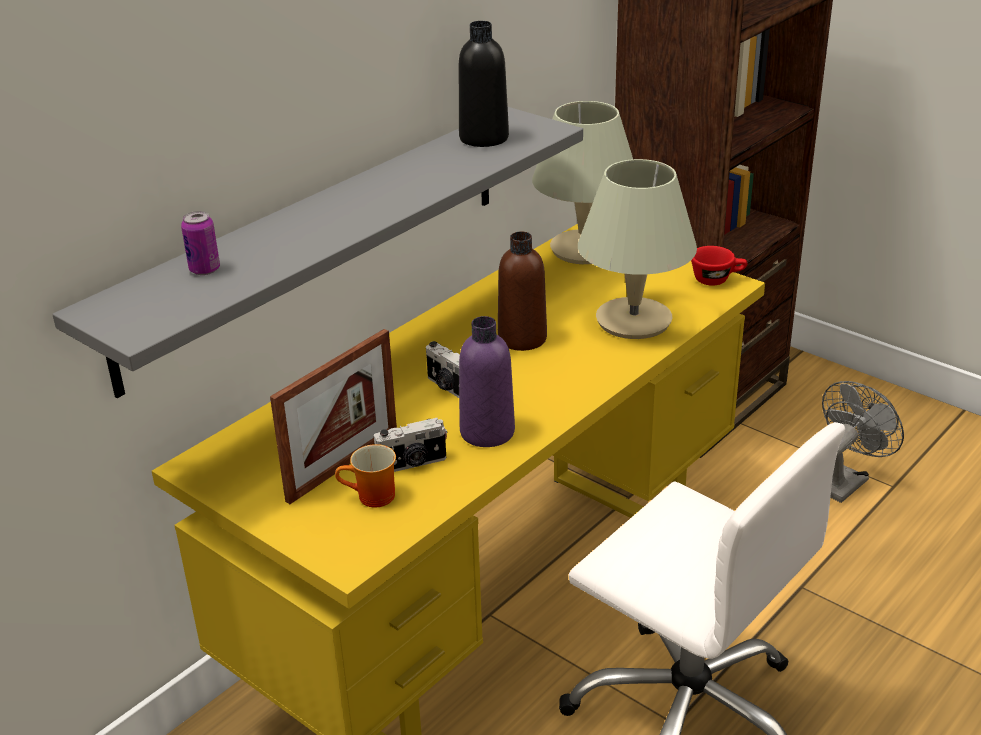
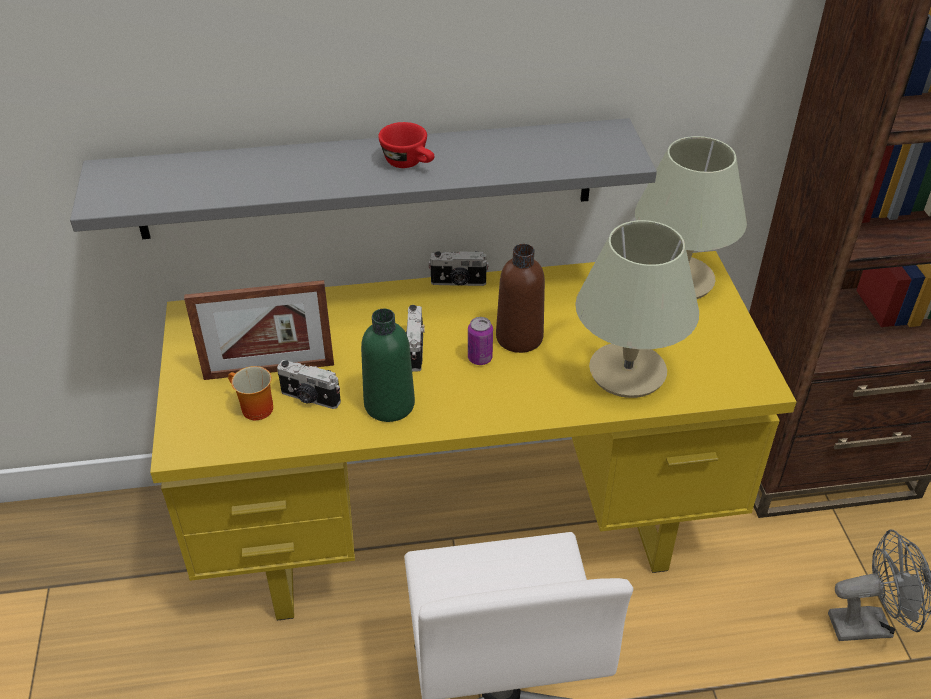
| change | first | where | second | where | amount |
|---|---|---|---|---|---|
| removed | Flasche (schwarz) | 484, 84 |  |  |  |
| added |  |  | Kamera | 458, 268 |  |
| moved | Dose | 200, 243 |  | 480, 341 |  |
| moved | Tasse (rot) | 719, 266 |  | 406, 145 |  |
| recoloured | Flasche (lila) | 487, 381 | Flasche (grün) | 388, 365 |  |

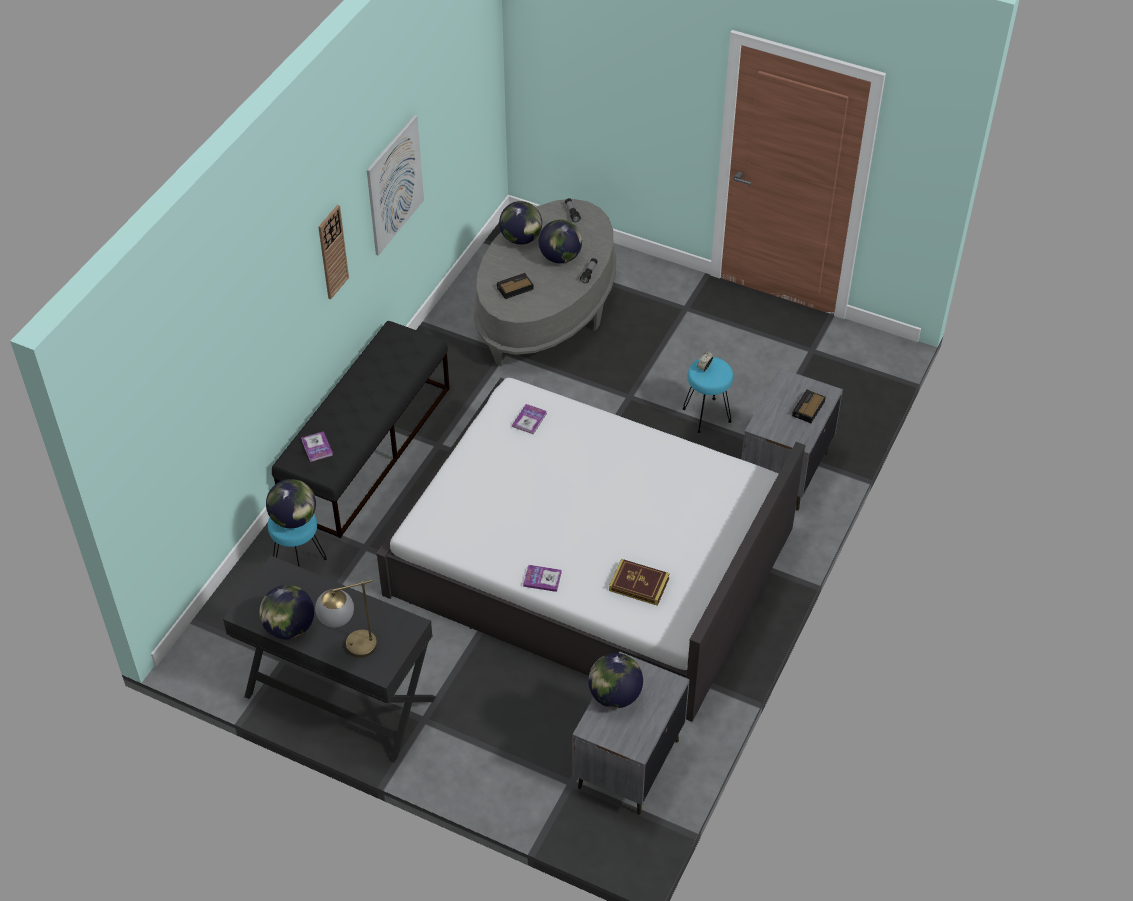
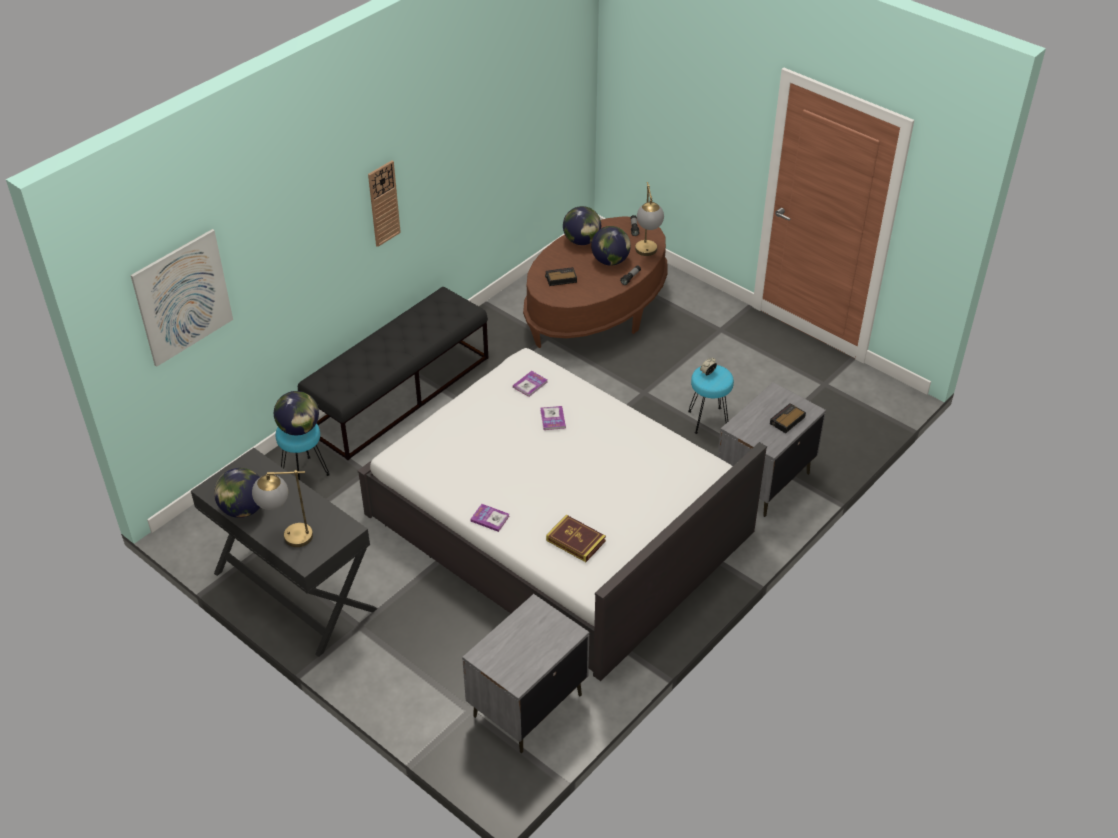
| change | first | where | second | where | amount |
|---|---|---|---|---|---|
| removed | Globus | 615, 680 |  |  |  |
| added |  |  | Tischlampe | 649, 219 |  |
| moved | Buch | 317, 446 |  | 553, 418 |  |
| moved | Bild | 395, 185 |  | 182, 298 |  |
| recoloured | Couchtisch (grau) | 545, 282 | Couchtisch (braun) | 595, 282 |  |

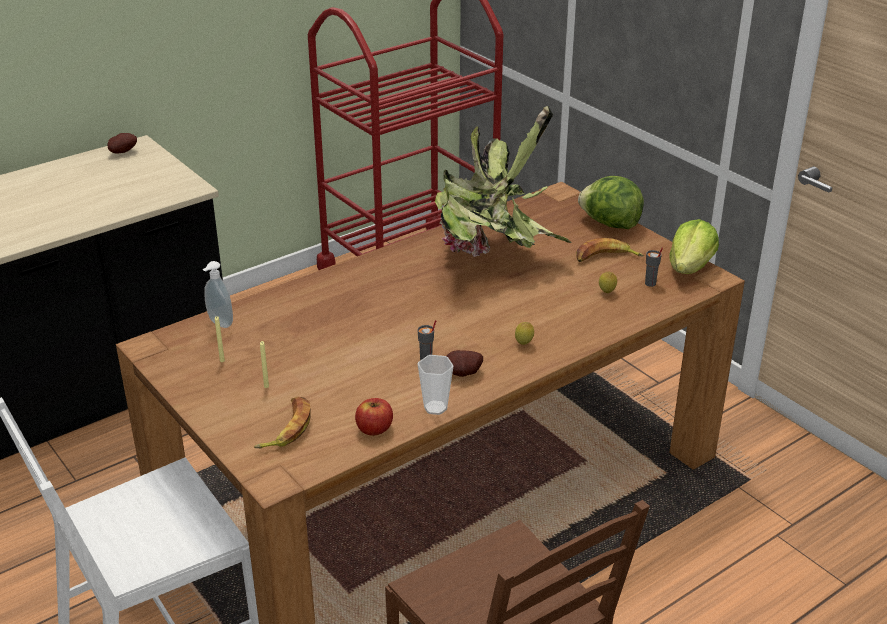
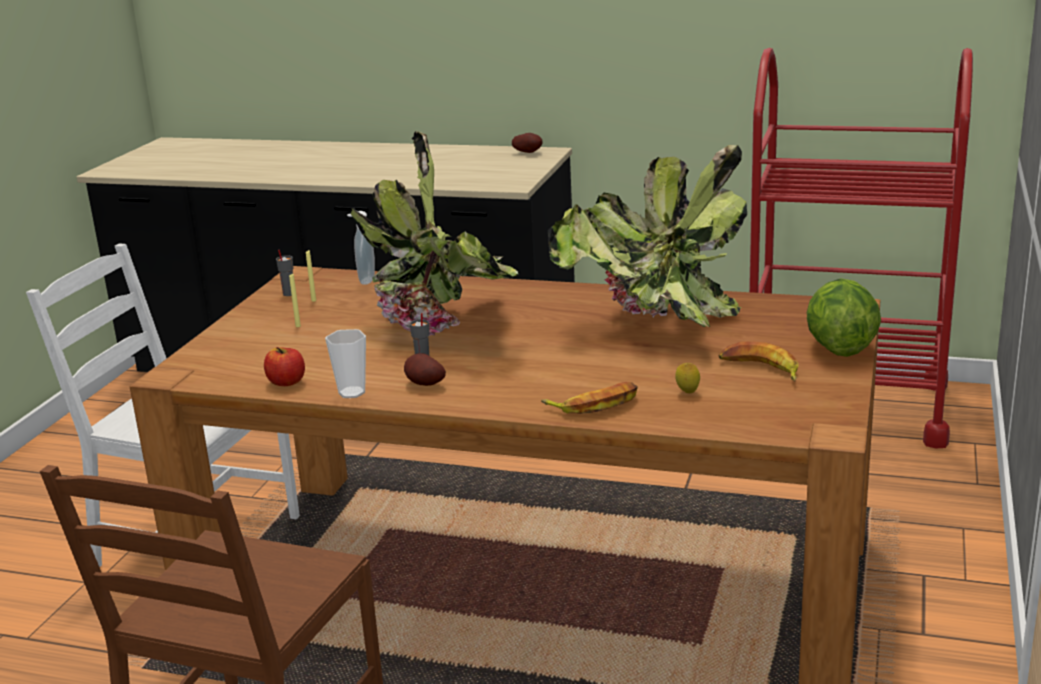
| change | first | where | second | where | amount |
|---|---|---|---|---|---|
| removed | Zitrone | 524, 333 |  |  |  |
| removed | Salatkopf | 694, 246 |  |  |  |
| added |  |  | Topfpflanze | 435, 233 |  |
| moved | Banane | 282, 422 |  | 589, 398 |  |
| moved | Tasse (grau) | 654, 267 |  | 285, 273 |  |

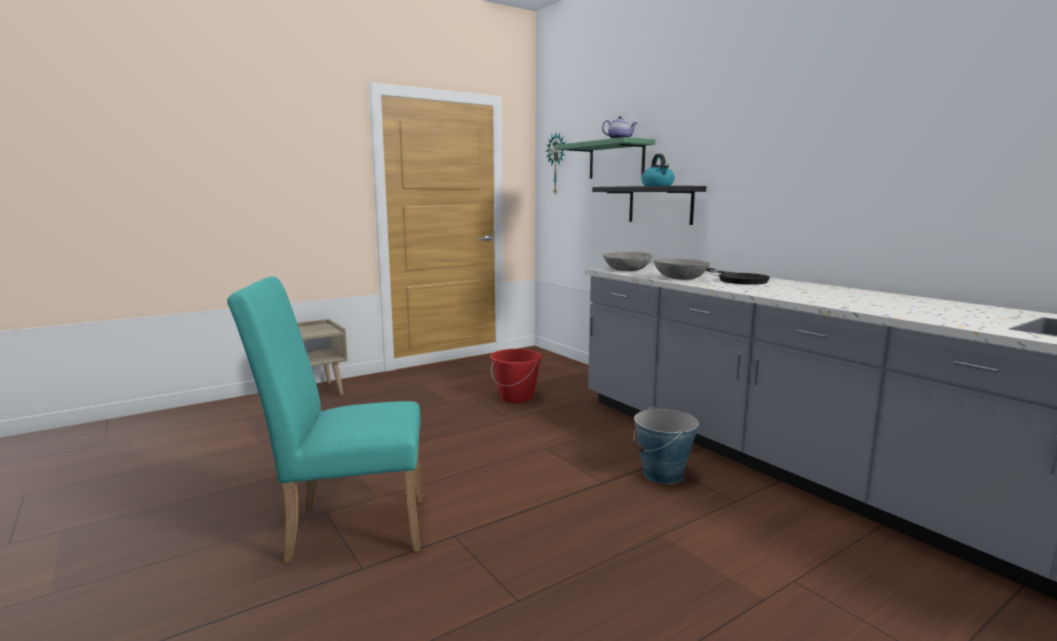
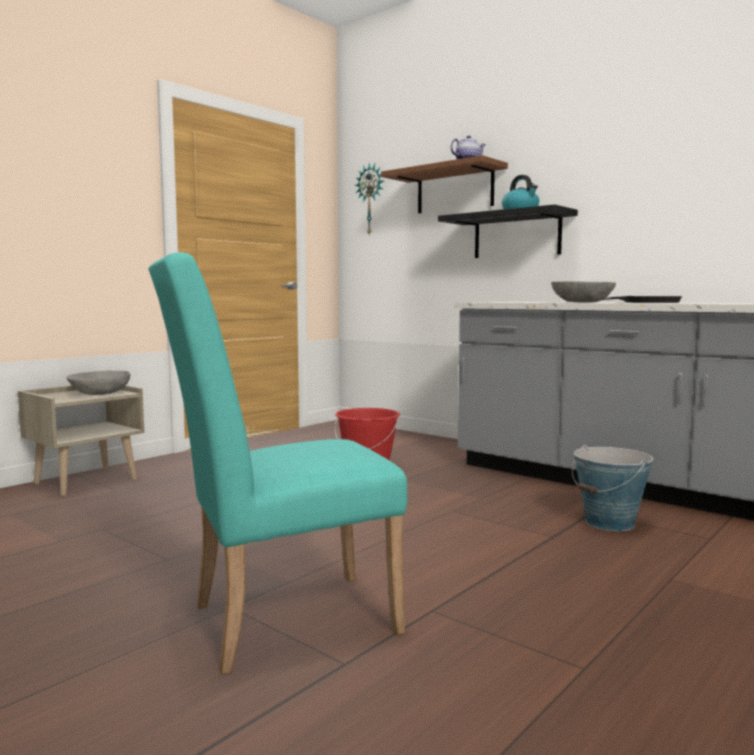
| change | first | where | second | where | amount |
|---|---|---|---|---|---|
| moved | Schüssel (grau) | 627, 261 |  | 98, 383 |  |
| recoloured | Wandregal (grün) | 604, 158 | Wandregal (braun) | 444, 184 |  |

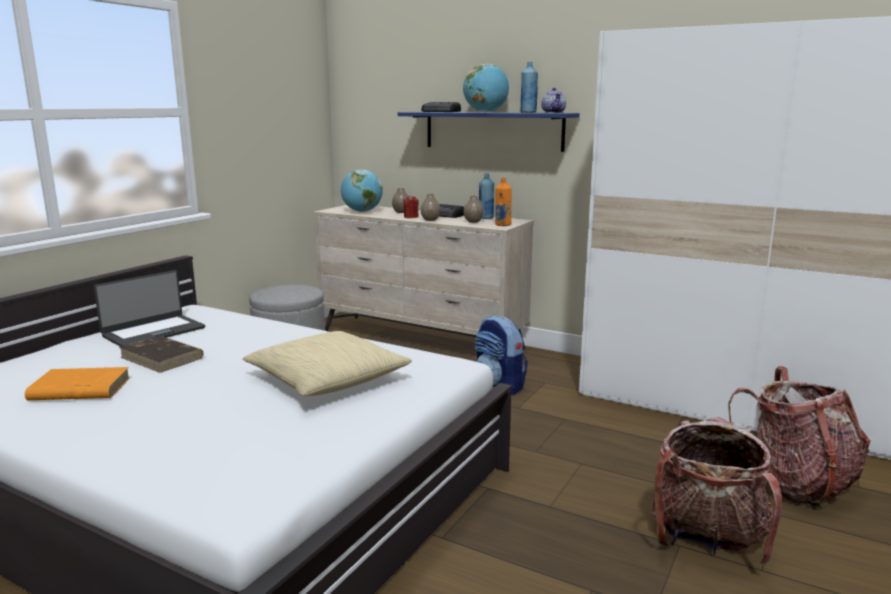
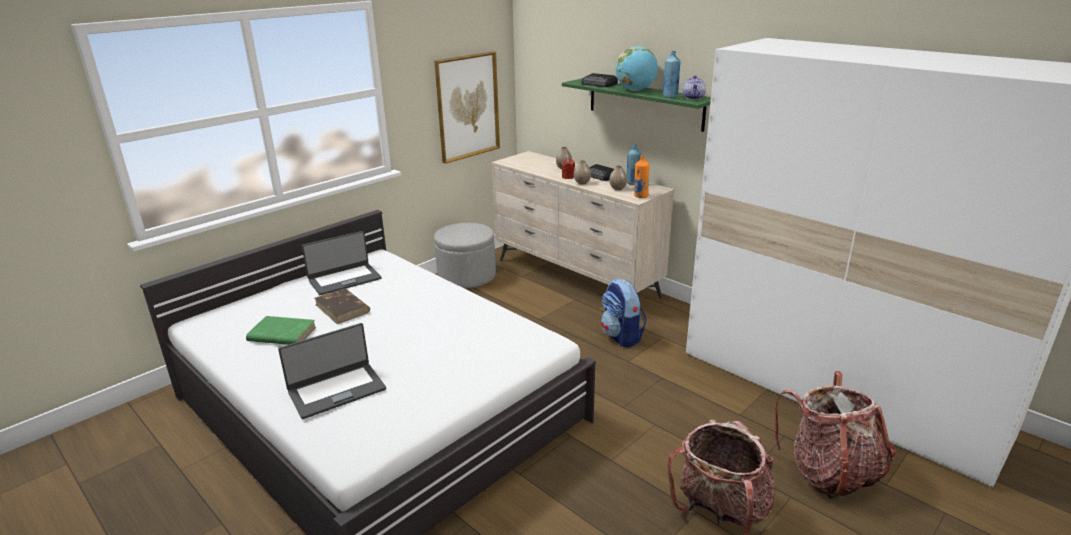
| change | first | where | second | where | amount |
|---|---|---|---|---|---|
| removed | Kissen (beige) | 327, 363 |  |  |  |
| removed | Globus | 362, 191 |  |  |  |
| added |  |  | Laptop | 332, 371 |  |
| added |  |  | Bild | 467, 107 |  |
| recoloured | Buch (orange) | 77, 383 | Buch (grün) | 281, 330 |  |
| recoloured | Wandregal (blau) | 489, 132 | Wandregal (grün) | 636, 105 |  |

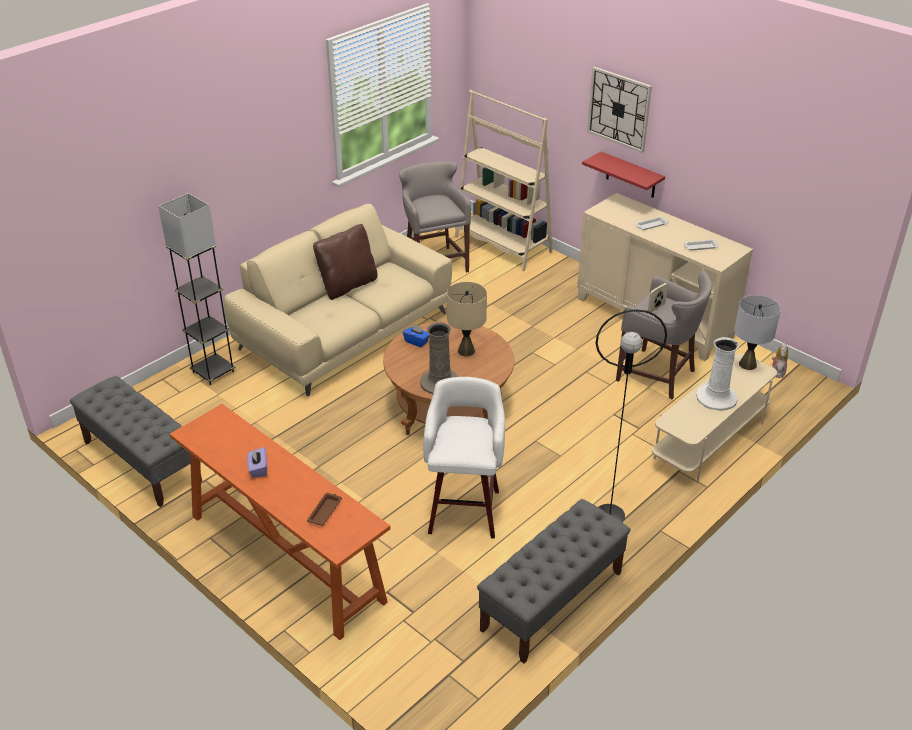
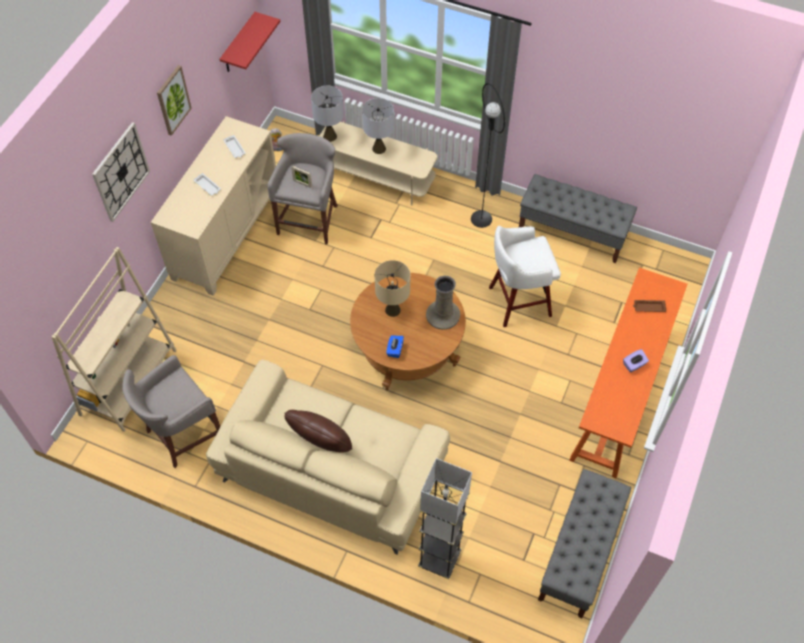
| change | first | where | second | where | amount |
|---|---|---|---|---|---|
| added |  |  | Bild | 174, 100 |  |
| moved | Wandregal (rot) | 623, 175 |  | 250, 42 |  |
| replaced | Vase (weiß) | 717, 374 | Tischlampe (grau) | 378, 126 |  |

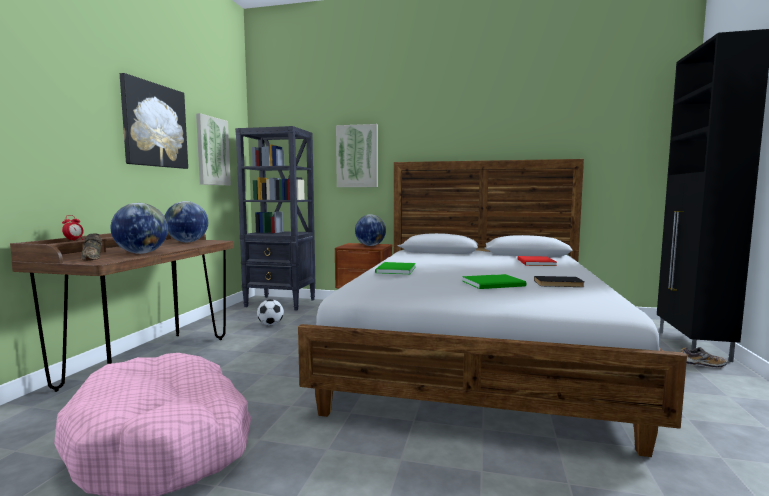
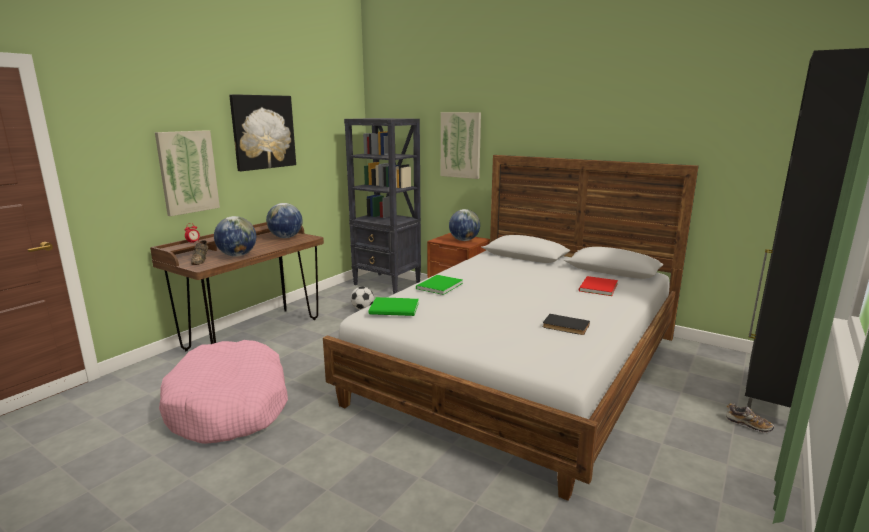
| change | first | where | second | where | amount |
|---|---|---|---|---|---|
| moved | Bild | 213, 149 |  | 187, 173 |  |
| moved | Buch (grün) | 494, 281 |  | 394, 306 |  |

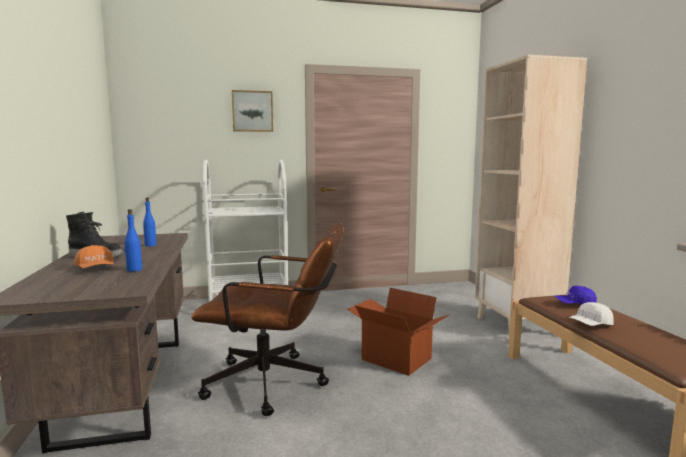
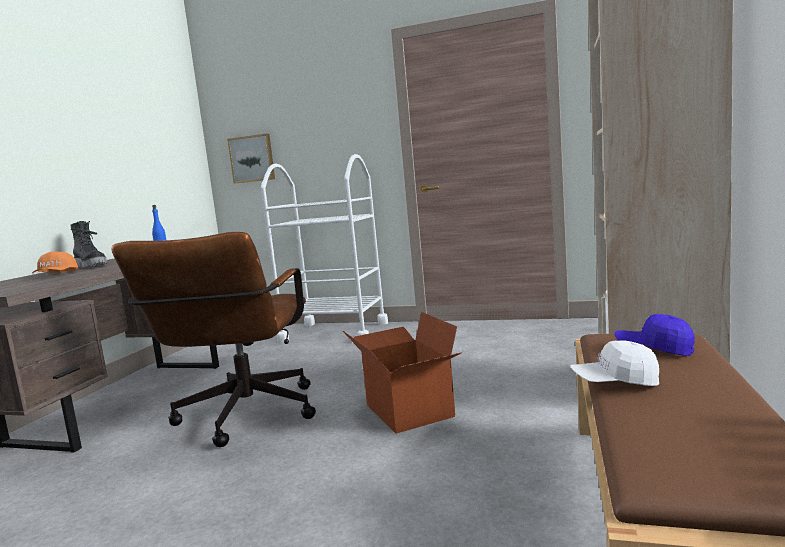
| change | first | where | second | where | amount |
|---|---|---|---|---|---|
| removed | Flasche (blau) | 133, 240 |  |  |  |
| moved | Bild | 252, 111 |  | 251, 158 |  |
| turned | Bürostuhl (braun) | 267, 319 |  | 213, 339 | 60 degrees clockwise |

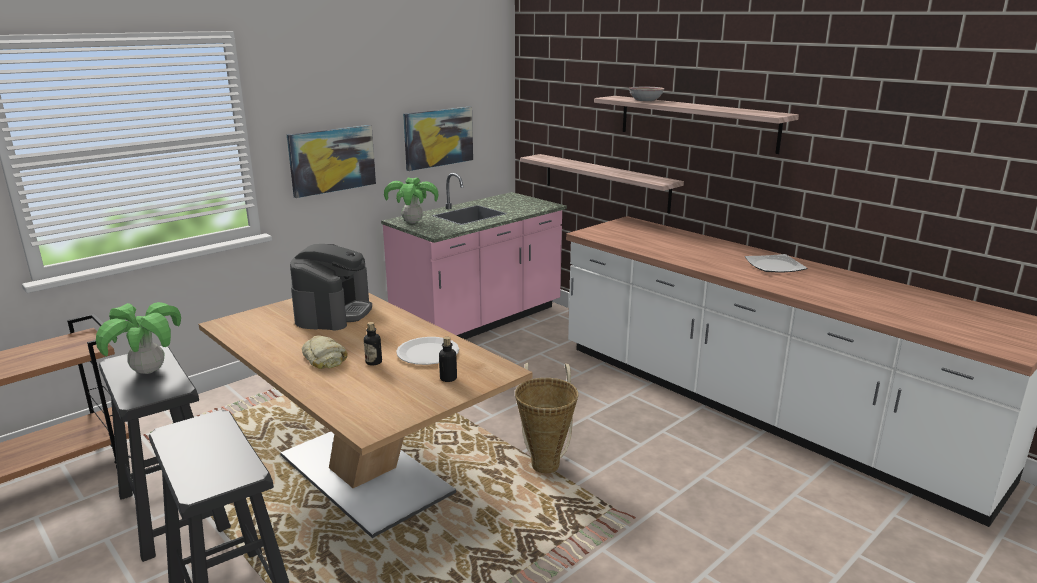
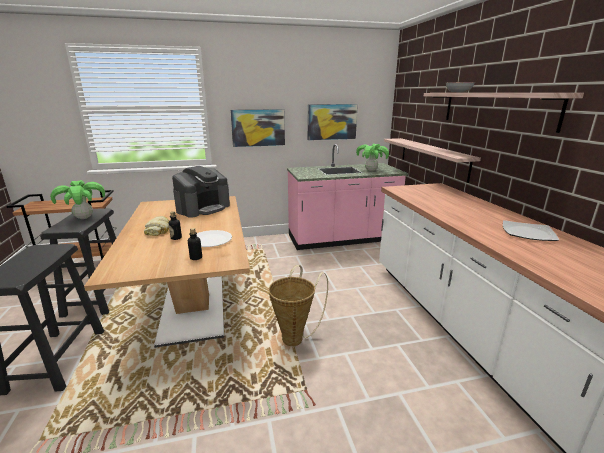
| change | first | where | second | where | amount |
|---|---|---|---|---|---|
| moved | Topfpflanze | 411, 200 |  | 372, 157 |  |

